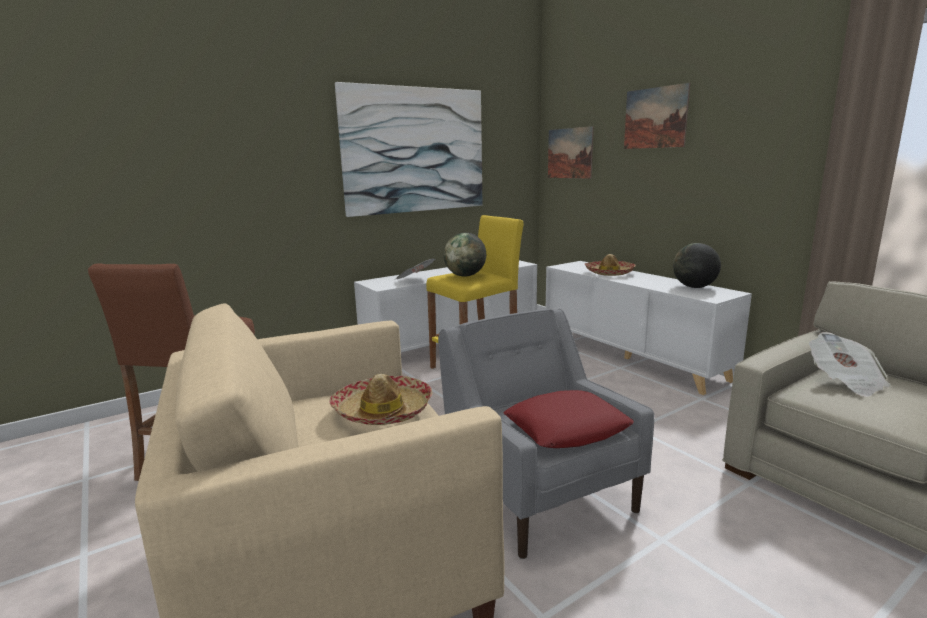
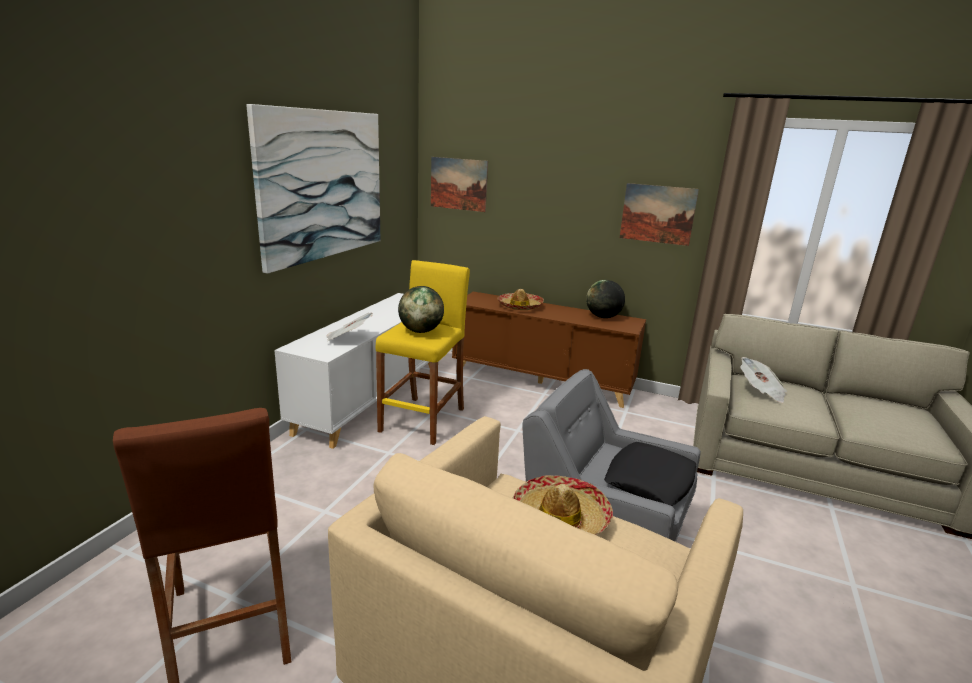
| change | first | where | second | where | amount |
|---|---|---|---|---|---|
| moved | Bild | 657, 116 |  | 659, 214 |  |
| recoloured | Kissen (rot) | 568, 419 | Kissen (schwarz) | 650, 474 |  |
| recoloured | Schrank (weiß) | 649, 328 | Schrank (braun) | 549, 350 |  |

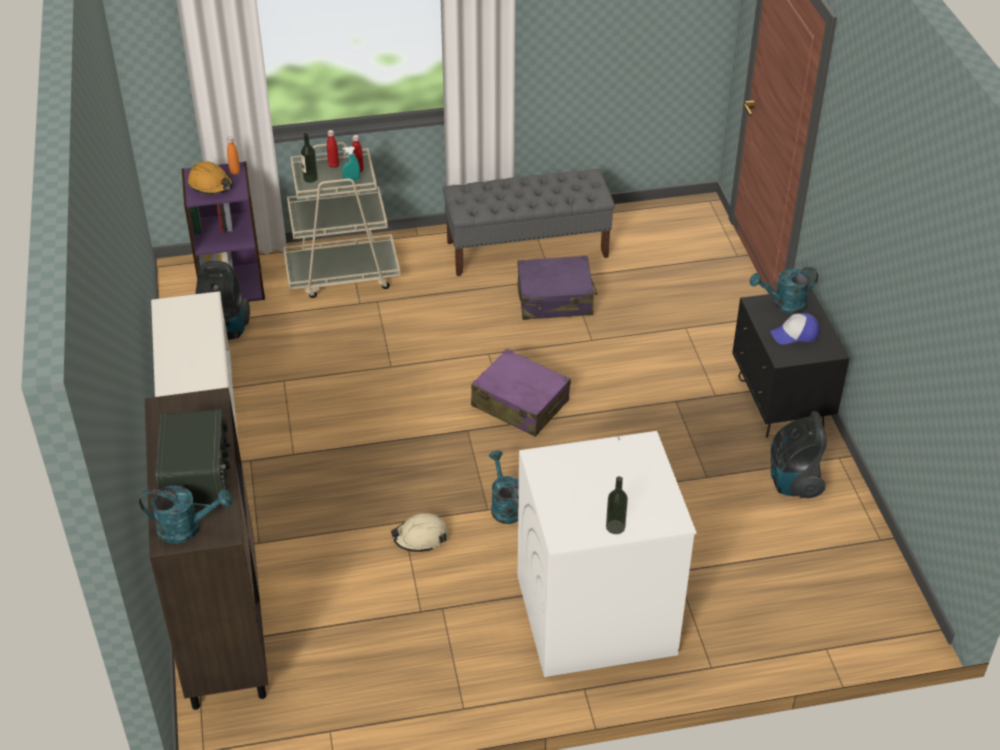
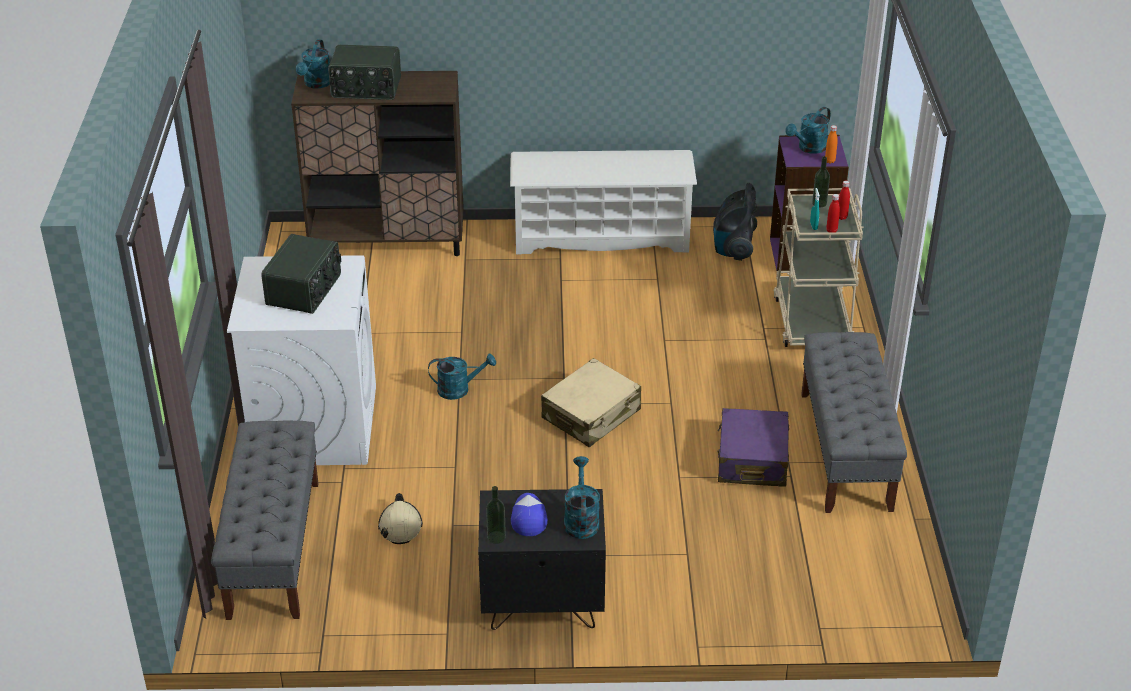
| change | first | where | second | where | amount |
|---|---|---|---|---|---|
| removed | Staubsauger | 799, 454 |  |  |  |
| added |  |  | Bank (grau) | 265, 520 |  |
| added |  |  | Radio | 301, 274 |  |
| moved | Schutzhelm (beige) | 419, 532 |  | 400, 518 |  |
| moved | Flasche | 617, 505 |  | 496, 515 |  |
| replaced | Schutzhelm (orange) | 210, 178 | Gießkanne (türkis) | 808, 130 |  |
| recoloured | Koffer (lila) | 521, 393 | Koffer (beige) | 591, 402 |  |

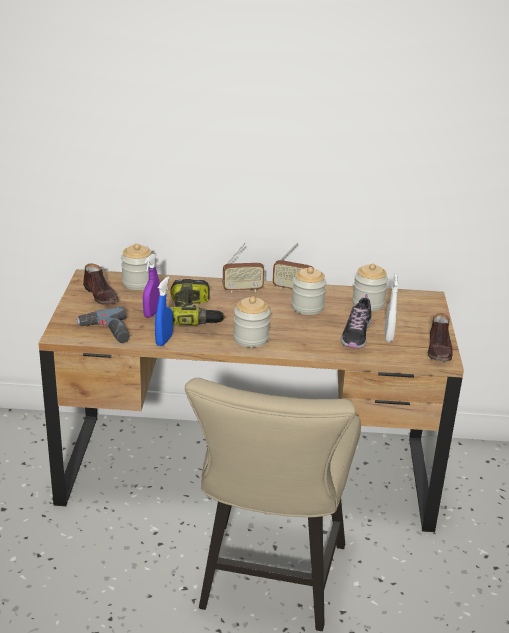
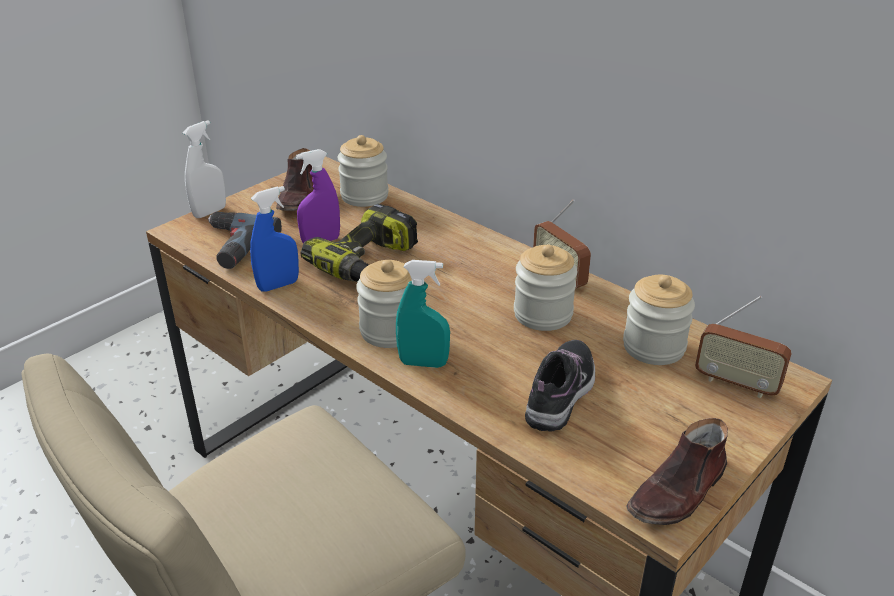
| change | first | where | second | where | amount |
|---|---|---|---|---|---|
| added |  |  | Sprühflasche (türkis) | 423, 314 |  |
| moved | Radio | 244, 268 |  | 743, 347 |  |
| moved | Sprühflasche (weiß) | 391, 307 |  | 204, 169 |  |
| turned | Schuh | 356, 321 |  | 560, 385 | 150 degrees clockwise |

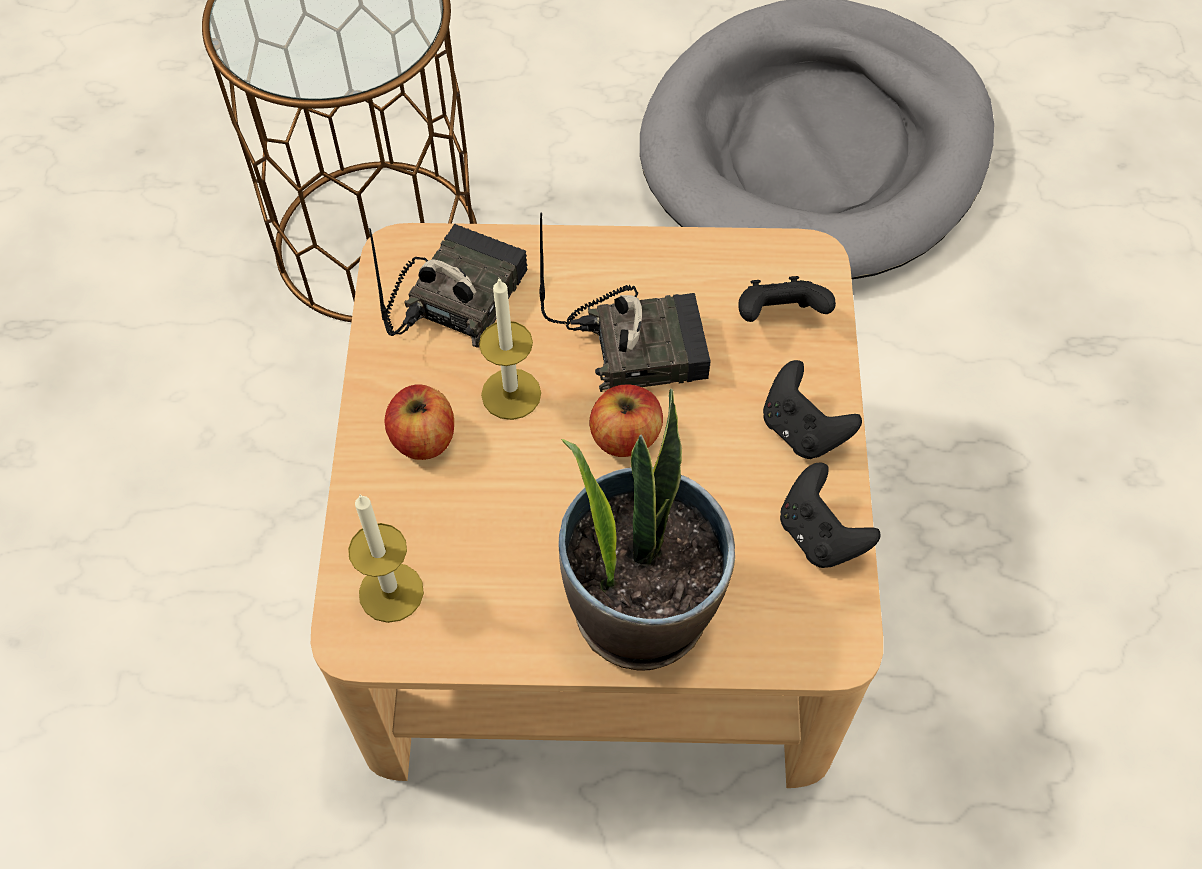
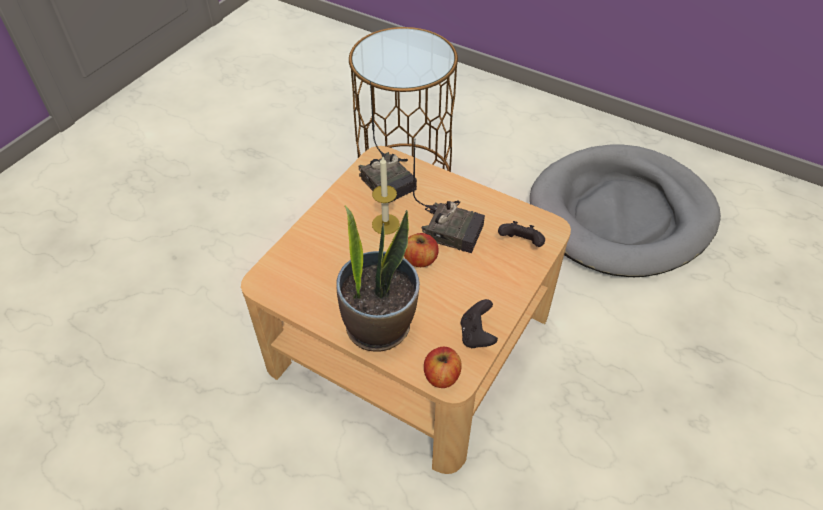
| change | first | where | second | where | amount |
|---|---|---|---|---|---|
| removed | Kerze | 386, 558 |  |  |  |
| removed | Gamepad (schwarz) | 812, 409 |  |  |  |
| moved | Apfel | 419, 422 |  | 443, 367 |  |
| turned | Radio | 448, 286 |  | 387, 143 | 90 degrees clockwise |

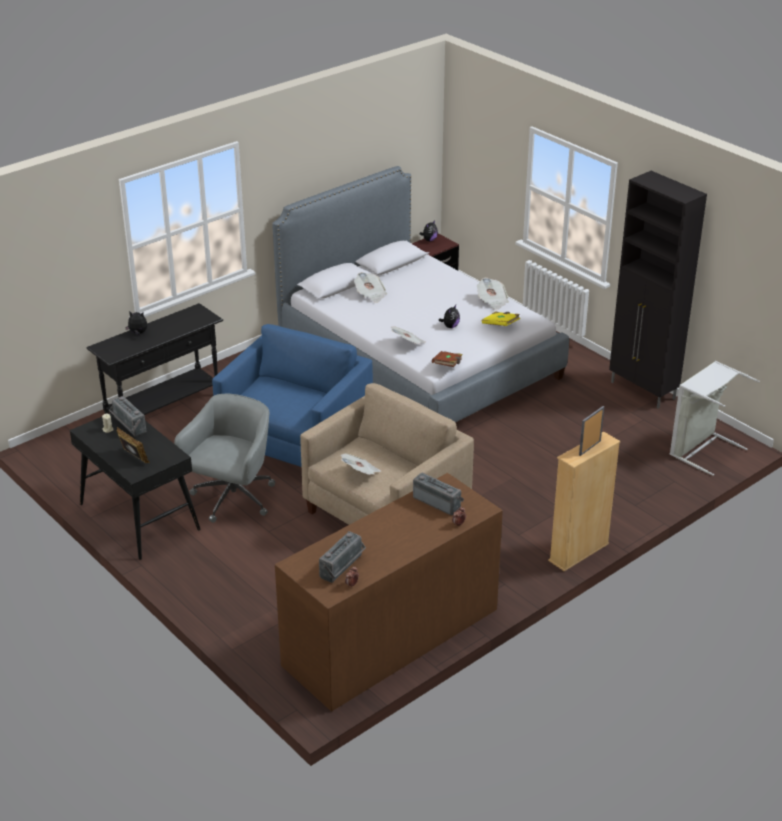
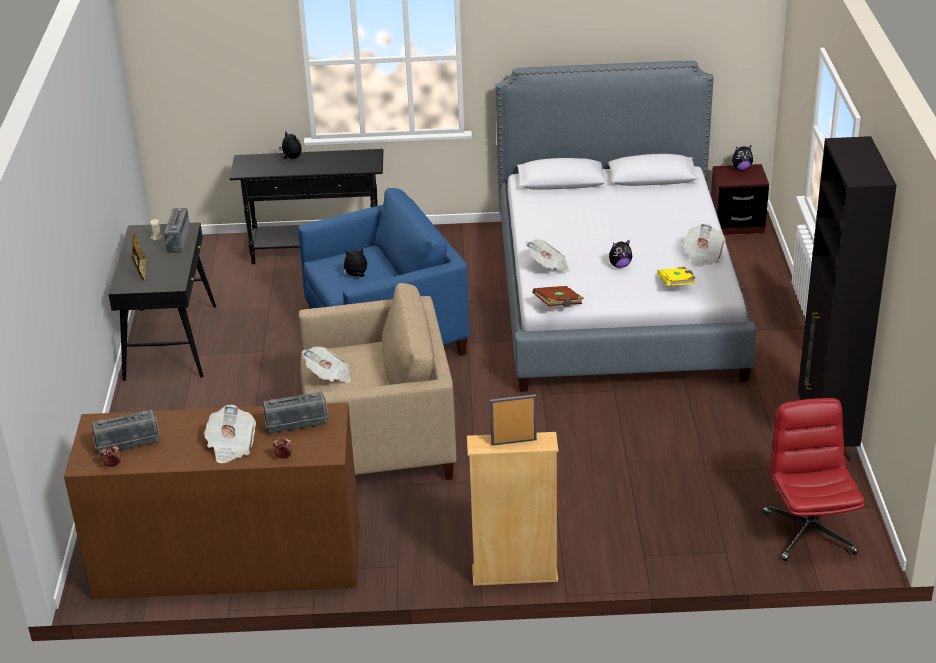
| change | first | where | second | where | amount |
|---|---|---|---|---|---|
| removed | Bürostuhl (grau) | 224, 458 |  |  |  |
| added |  |  | Plüschtier | 355, 262 |  |
| moved | Zeitung | 370, 287 |  | 230, 434 |  |
| replaced | Wäschekorb (grau) | 715, 418 | Bürostuhl (rot) | 814, 479 |  |
| turned | Radio | 438, 494 |  | 295, 412 | 90 degrees clockwise |

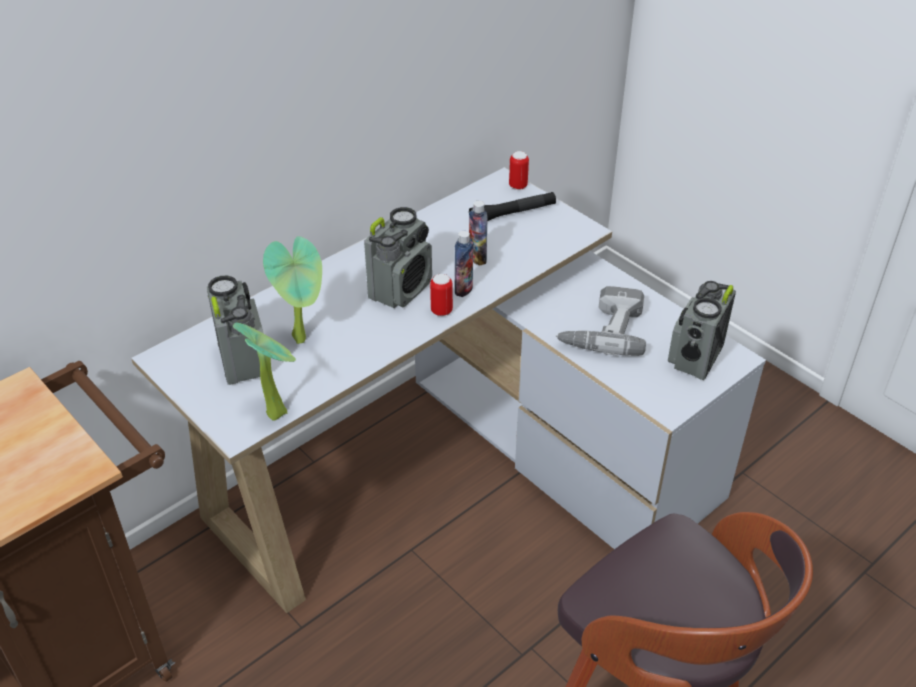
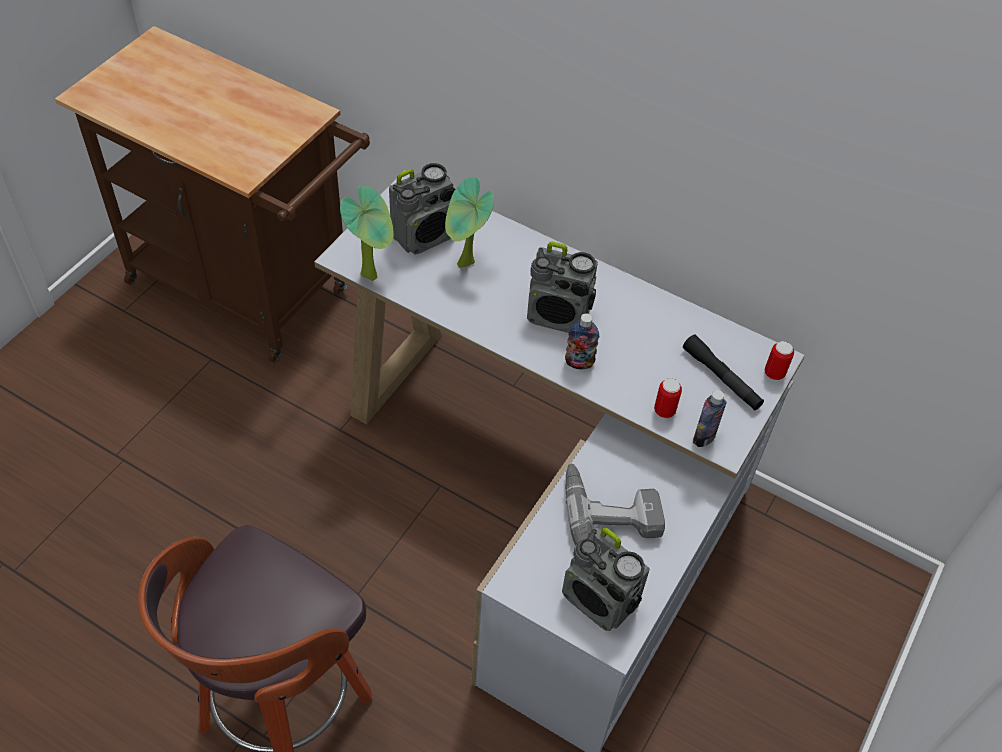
| change | first | where | second | where | amount |
|---|---|---|---|---|---|
| moved | Dose | 441, 295 |  | 668, 398 |  |
| moved | Flasche | 478, 233 |  | 710, 418 |  |
| turned | Radio | 702, 330 |  | 605, 579 | 150 degrees counterclockwise |

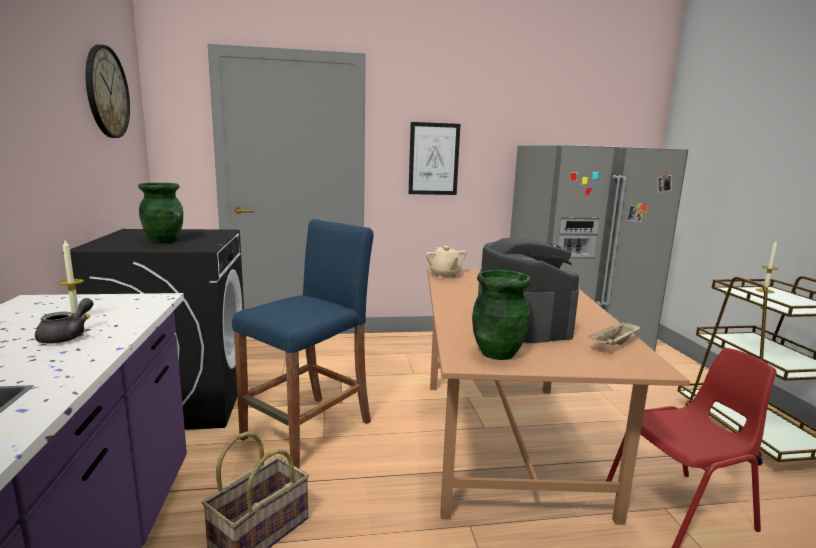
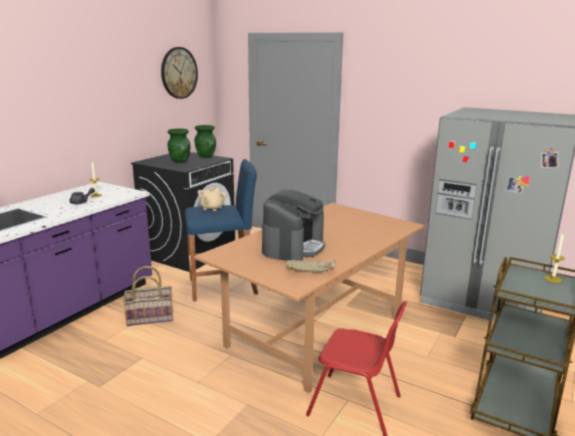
| change | first | where | second | where | amount |
|---|---|---|---|---|---|
| removed | Bild | 434, 158 |  |  |  |
| moved | Teekanne (beige) | 446, 262 |  | 212, 199 |  |
| moved | Vase (grün) | 501, 315 |  | 205, 141 |  |

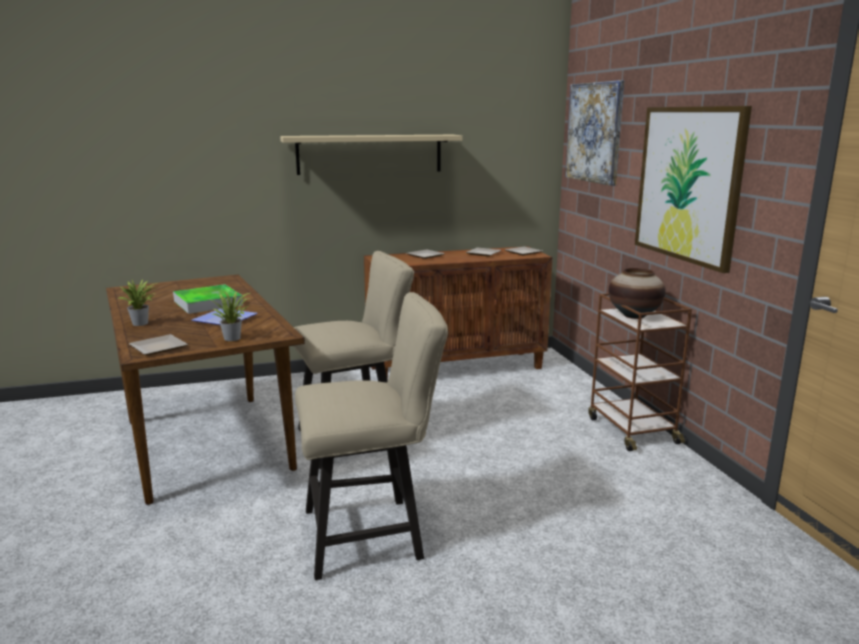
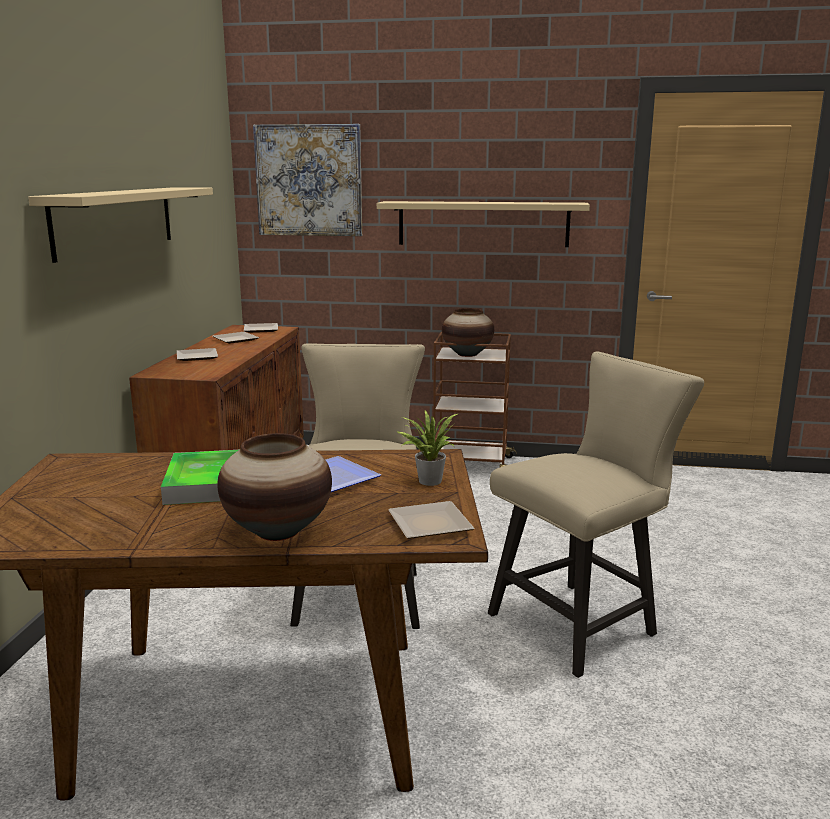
| change | first | where | second | where | amount |
|---|---|---|---|---|---|
| replaced | Topfpflanze | 137, 302 | Vase | 274, 487 |  |
| replaced | Bild | 693, 189 | Wandregal (beige) | 483, 224 |  |
| turned | Stuhl (beige) | 371, 436 |  | 596, 515 | 45 degrees clockwise |

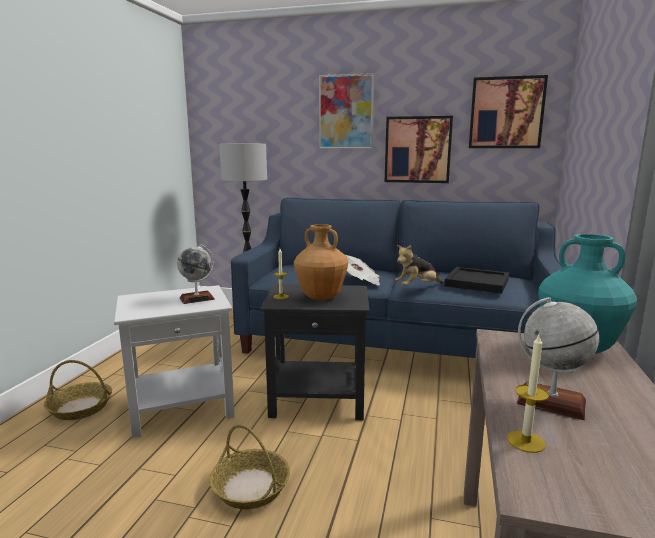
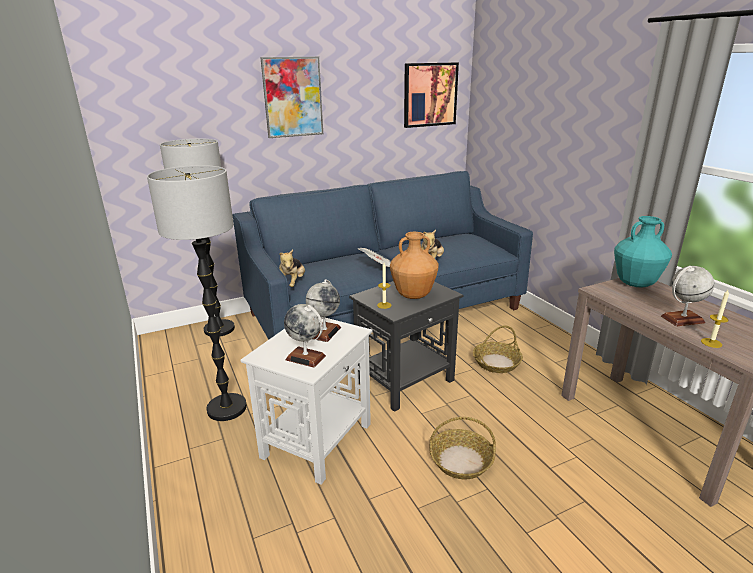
| change | first | where | second | where | amount |
|---|---|---|---|---|---|
| removed | Bild | 419, 149 |  |  |  |
| removed | Tablett (schwarz) | 476, 280 |  |  |  |
| added |  |  | Stehlampe | 197, 293 |  |
| added |  |  | Plüschtier | 292, 268 |  |
| added |  |  | Globus | 305, 336 |  |
| moved | Korb | 78, 390 |  | 498, 349 |  |

